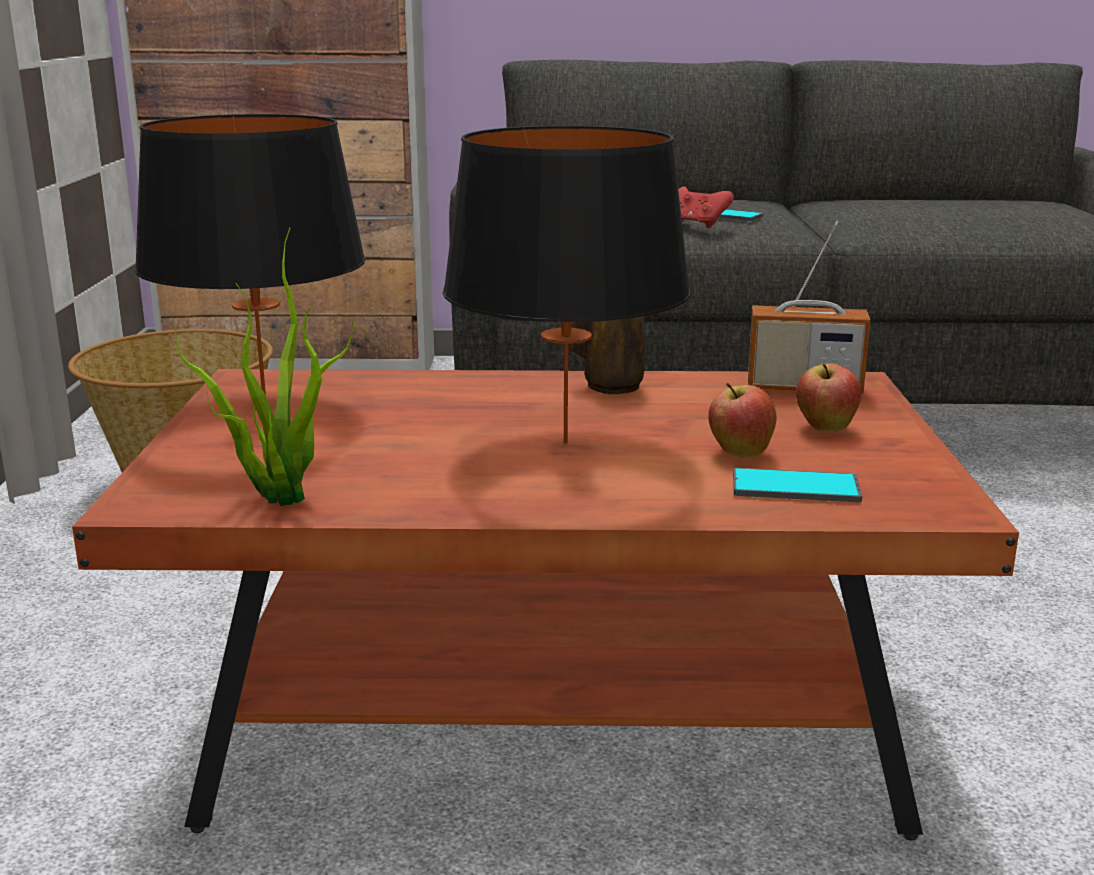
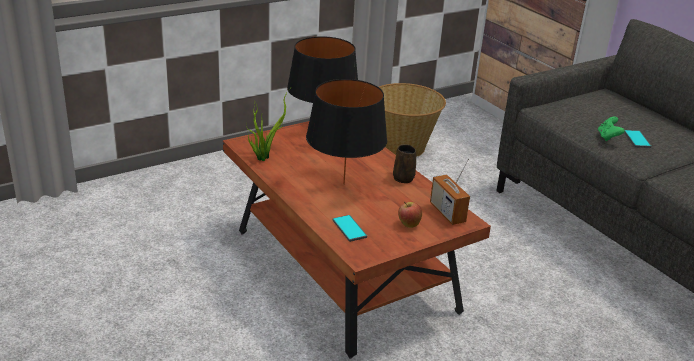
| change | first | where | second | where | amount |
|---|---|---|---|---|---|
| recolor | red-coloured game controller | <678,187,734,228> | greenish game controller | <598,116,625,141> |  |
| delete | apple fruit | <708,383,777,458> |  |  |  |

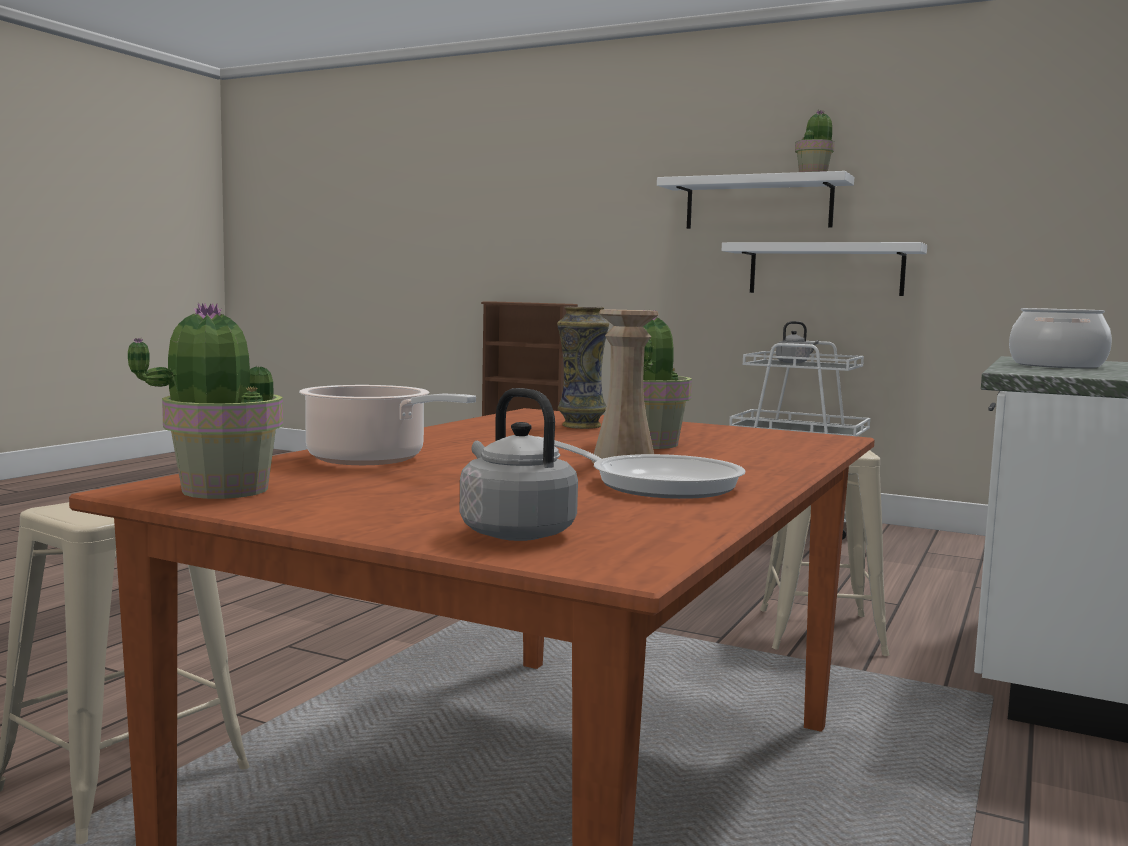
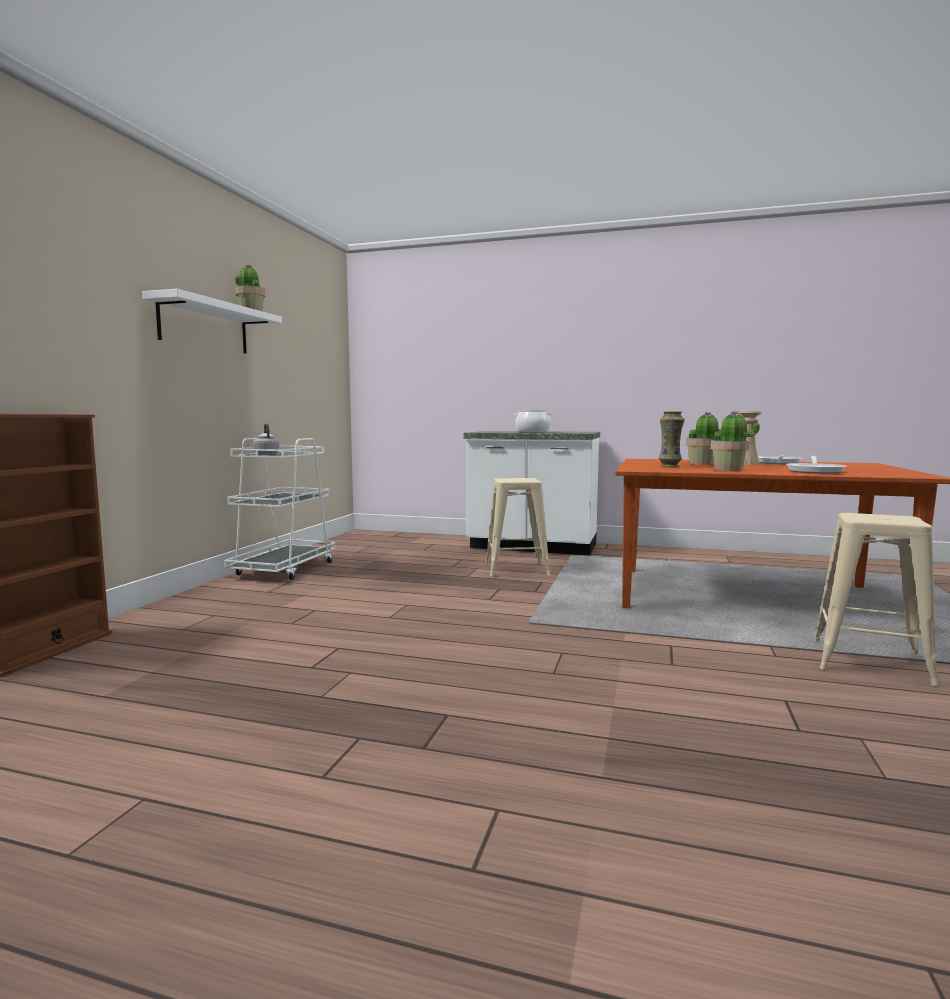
| change | first | where | second | where | amount |
|---|---|---|---|---|---|
| delete | white-coloured wall shelf | <722,242,927,296> |  |  |  |
| move | houseplant | <127,303,283,499> |  | <711,411,760,471> |  |
| replace | stockpot | <299,385,476,465> | skillet | <786,456,847,474> |  |
| delete | grey water kettle | <460,388,578,541> |  |  |  |

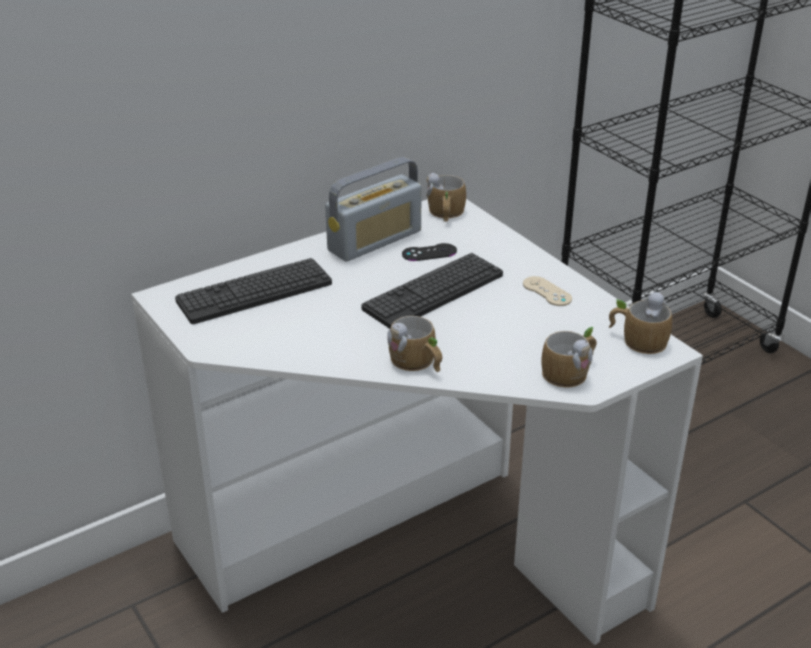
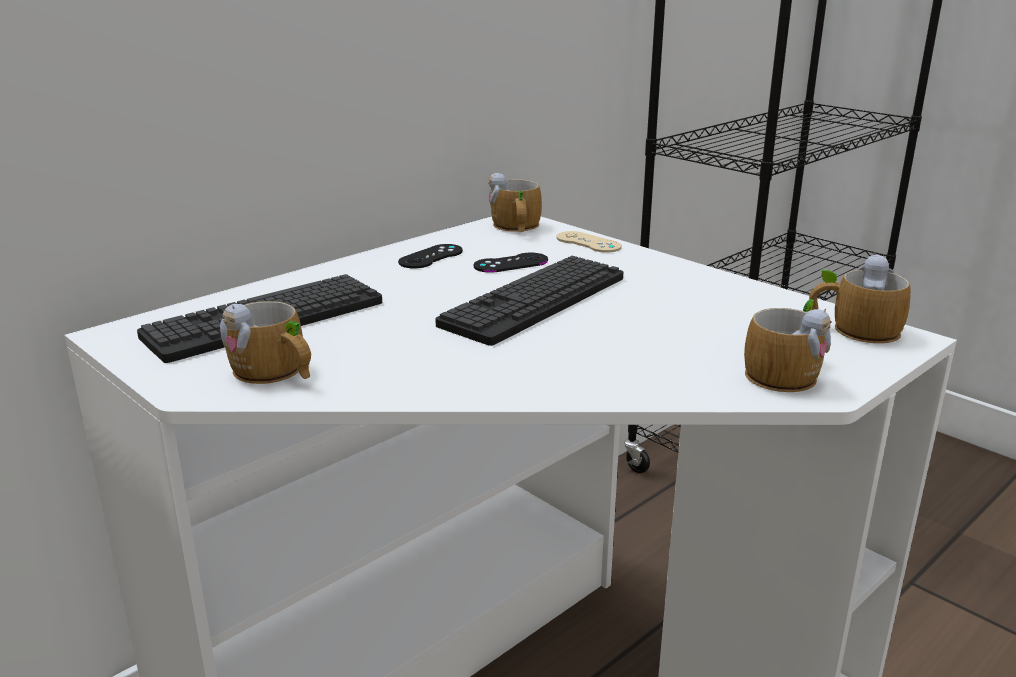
| change | first | where | second | where | amount |
|---|---|---|---|---|---|
| replace | radio set | <325,157,422,262> | blackish game controller | <398,244,463,268> |  |
| move | sand-coloured game controller | <523,276,572,306> |  | <556,231,622,253> |  |
| move | coffee mug | <387,316,442,372> |  | <220,301,311,384> |  |

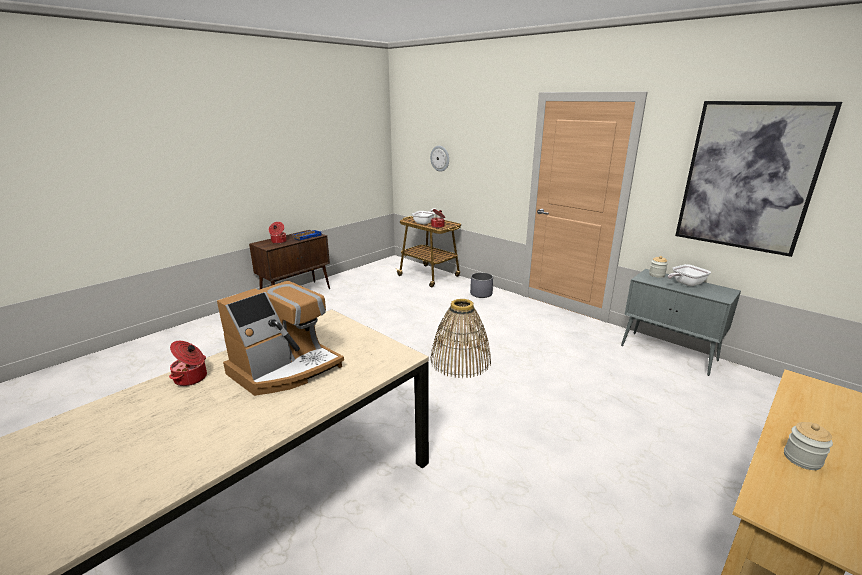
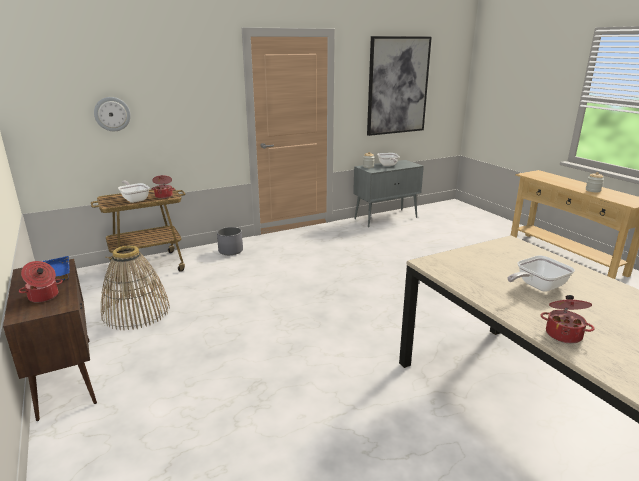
| change | first | where | second | where | amount |
|---|---|---|---|---|---|
| replace | coffee maker | <217,281,344,396> | skillet | <508,256,575,292> |  |
| move | household basket | <430,299,491,378> |  | <101,245,170,331> |  |

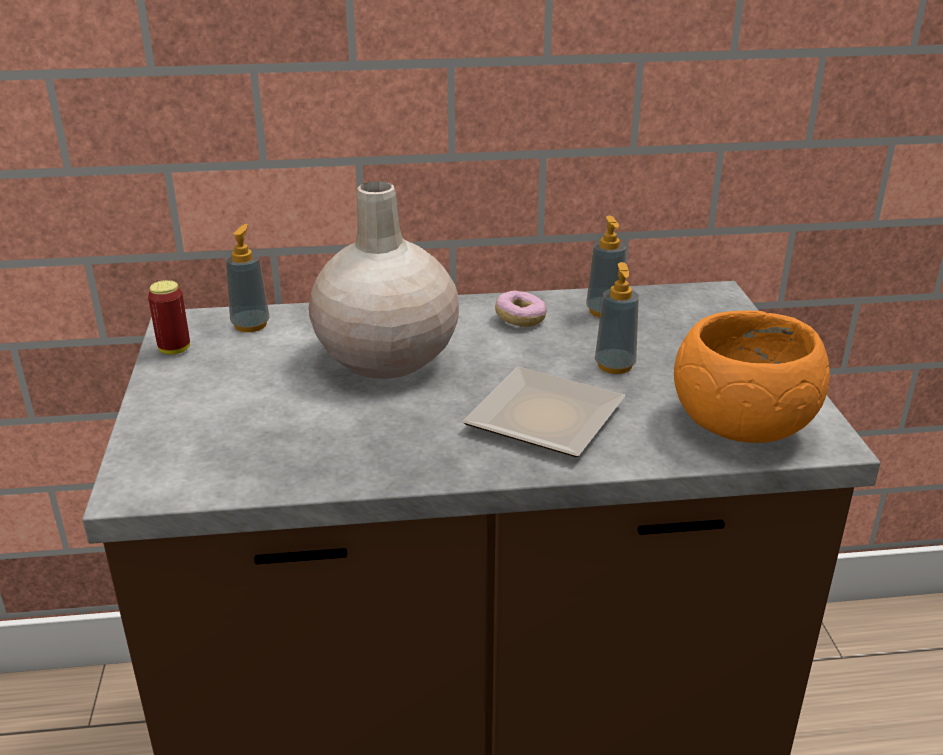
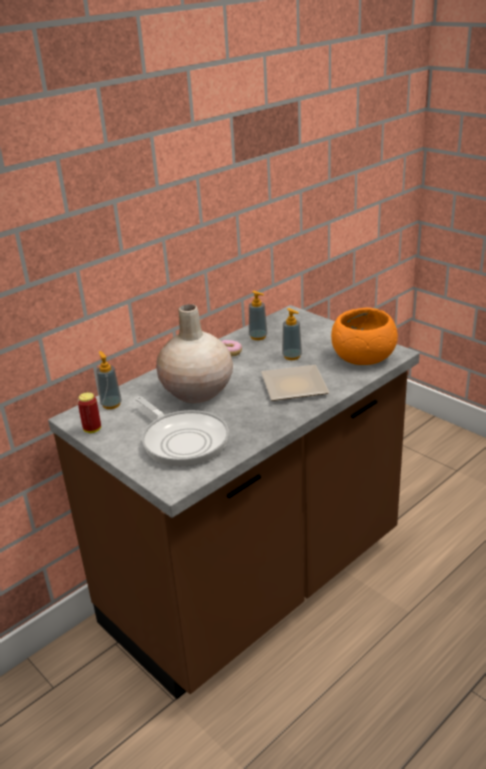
| change | first | where | second | where | amount |
|---|---|---|---|---|---|
| insert |  |  | skillet | <135,396,229,466> |  |

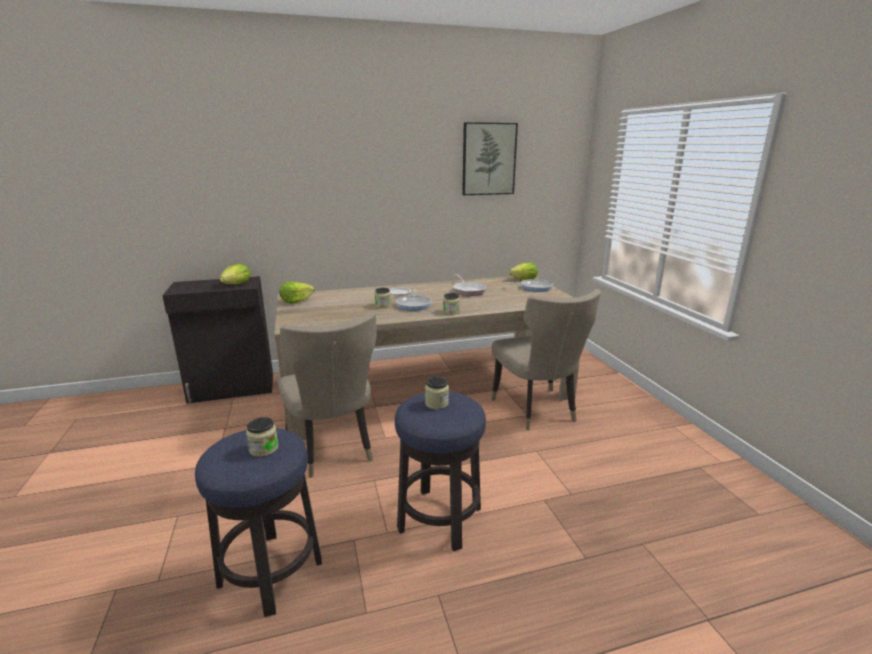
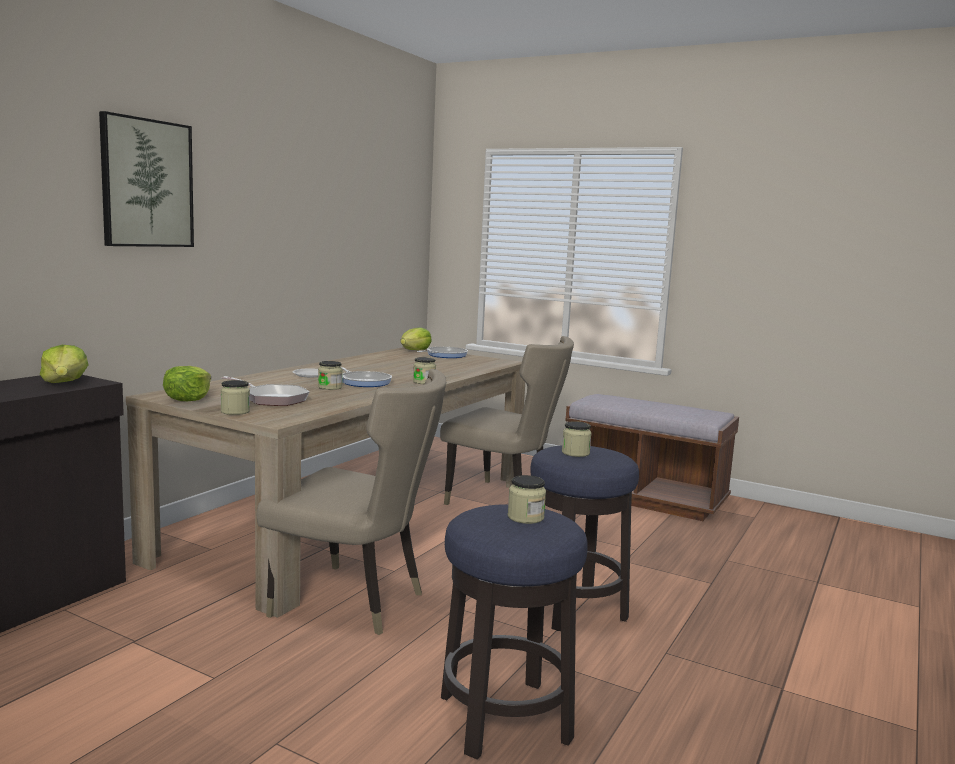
| change | first | where | second | where | amount |
|---|---|---|---|---|---|
| move | picture | <462,122,518,195> |  | <99,111,194,247> |  |
| move | skillet | <453,274,487,296> |  | <222,376,309,406> |  |
| insert |  |  | jar | <220,380,250,415> |  |
| insert |  |  | brown-coloured long seat | <565,394,739,521> |  |

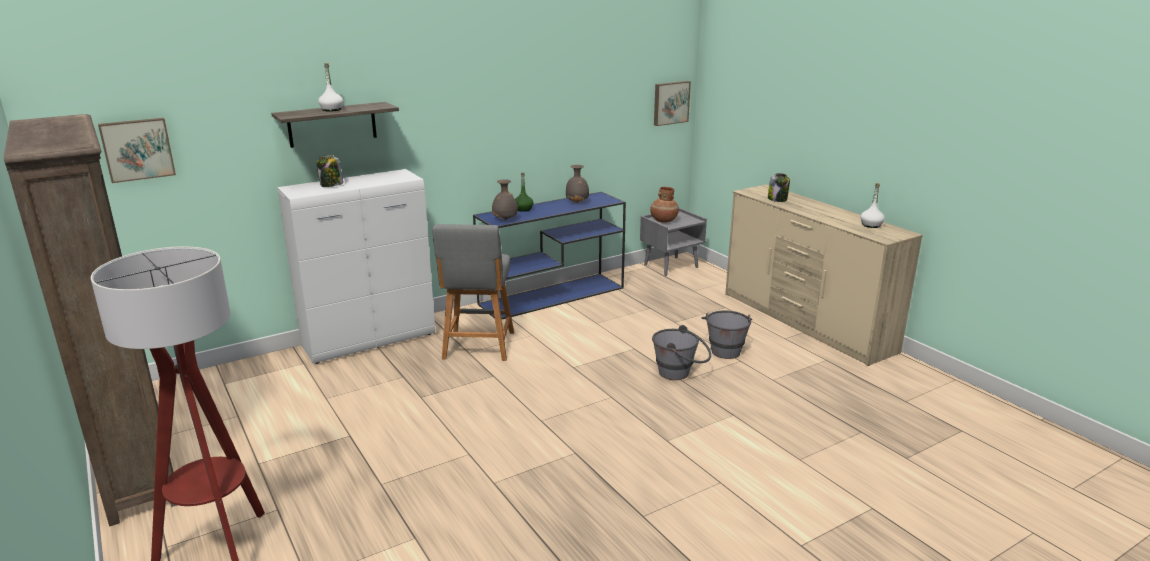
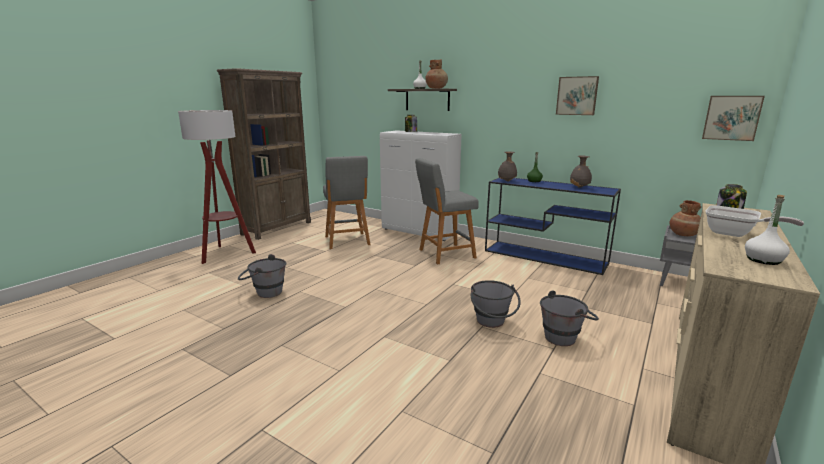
| change | first | where | second | where | amount |
|---|---|---|---|---|---|
| move | picture | <98,118,176,183> |  | <556,76,599,115> |  |
| insert |  |  | brown-coloured vase | <426,60,448,89> |  |
| insert |  |  | grey stool seat | <323,156,371,249> |  |
| insert |  |  | skillet | <705,205,804,237> |  |
| insert |  |  | grey bucket | <238,254,286,298> |  |

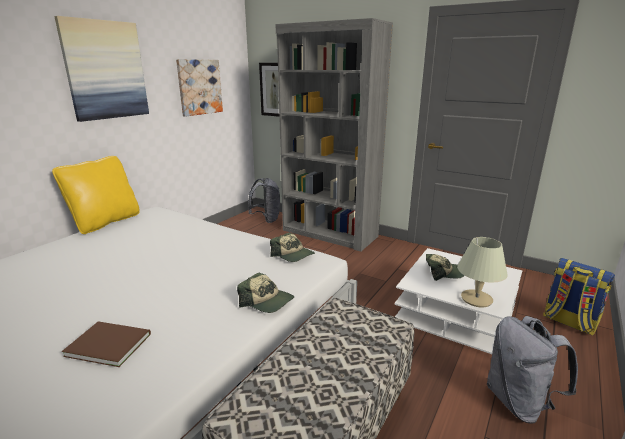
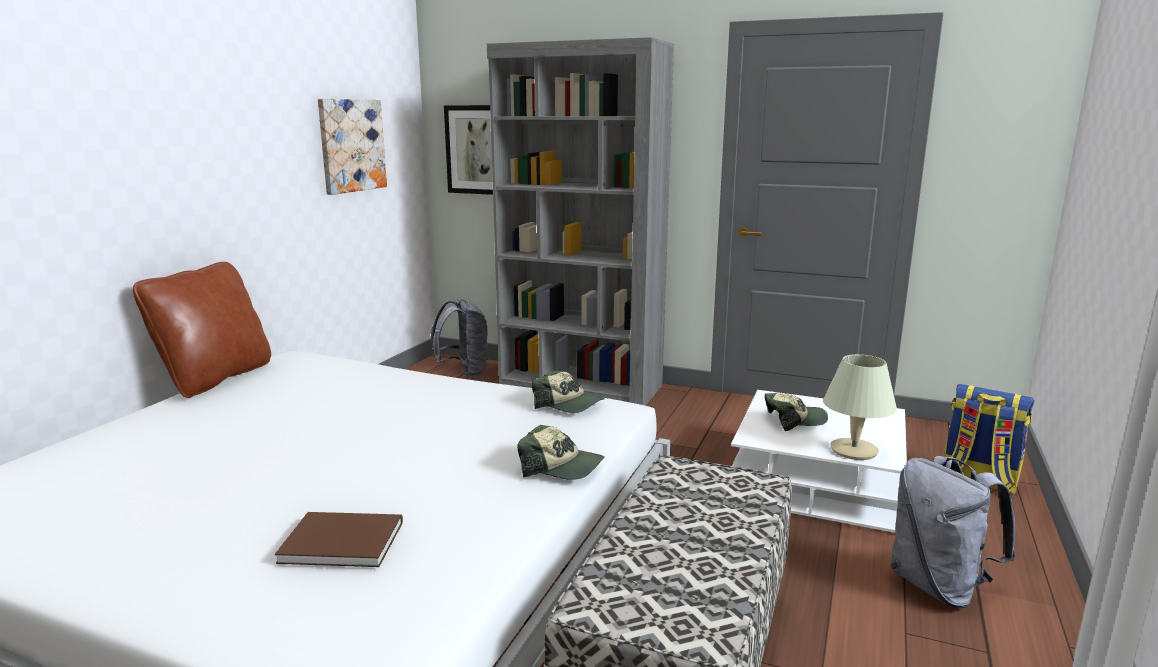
| change | first | where | second | where | amount |
|---|---|---|---|---|---|
| delete | picture | <54,16,149,122> |  |  |  |
| recolor | yellow cushion | <52,156,140,234> | brown-coloured cushion | <133,262,271,398> |  |

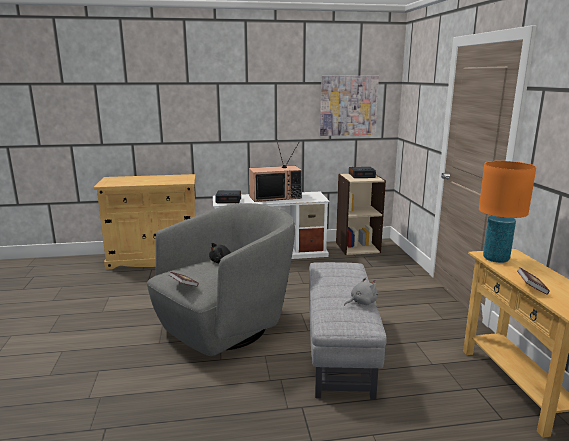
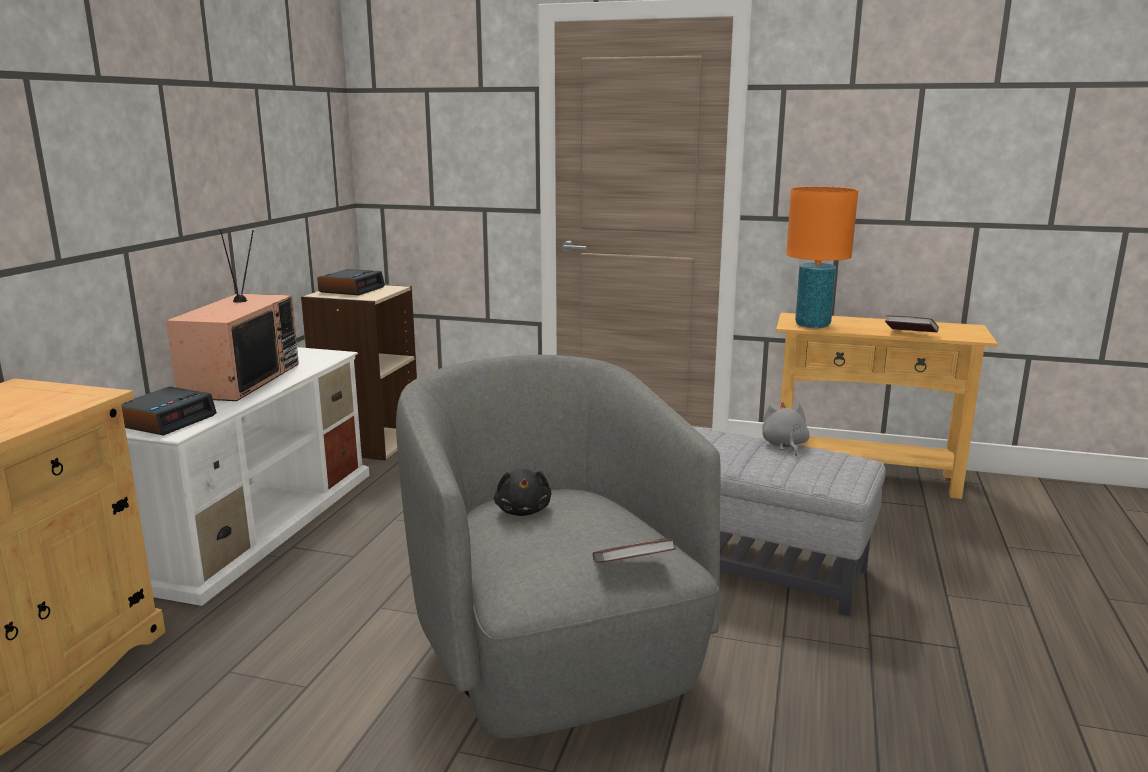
| change | first | where | second | where | amount |
|---|---|---|---|---|---|
| delete | picture | <320,76,379,136> |  |  |  |

